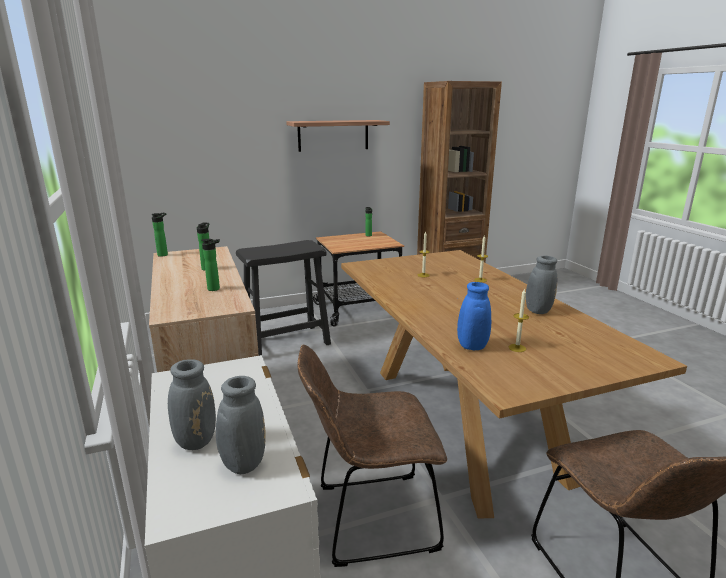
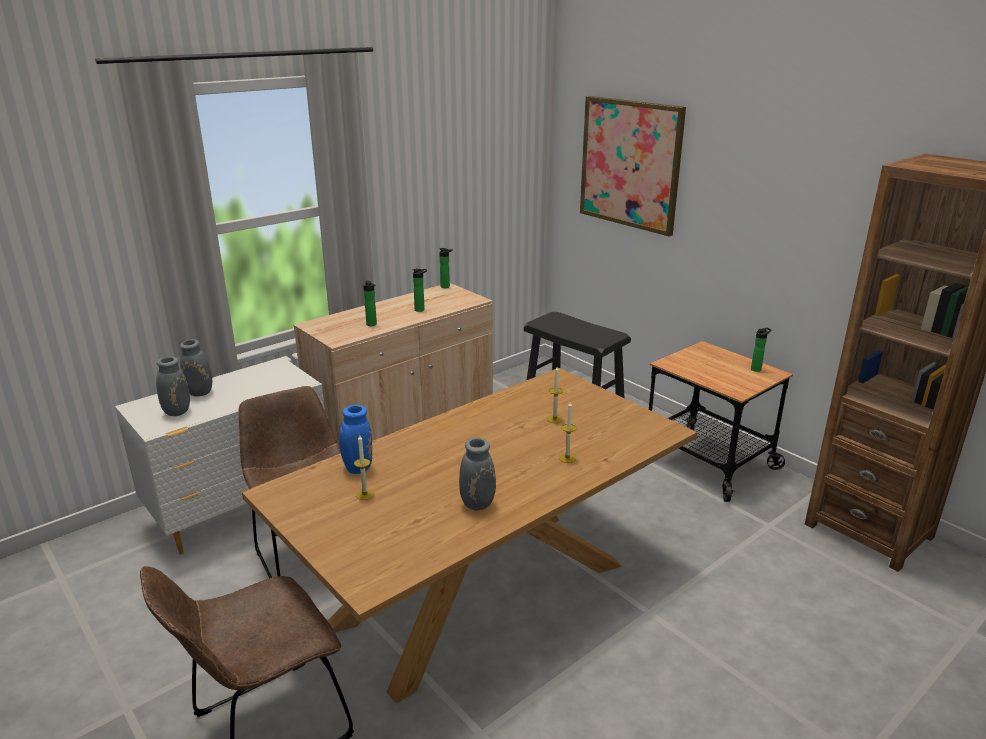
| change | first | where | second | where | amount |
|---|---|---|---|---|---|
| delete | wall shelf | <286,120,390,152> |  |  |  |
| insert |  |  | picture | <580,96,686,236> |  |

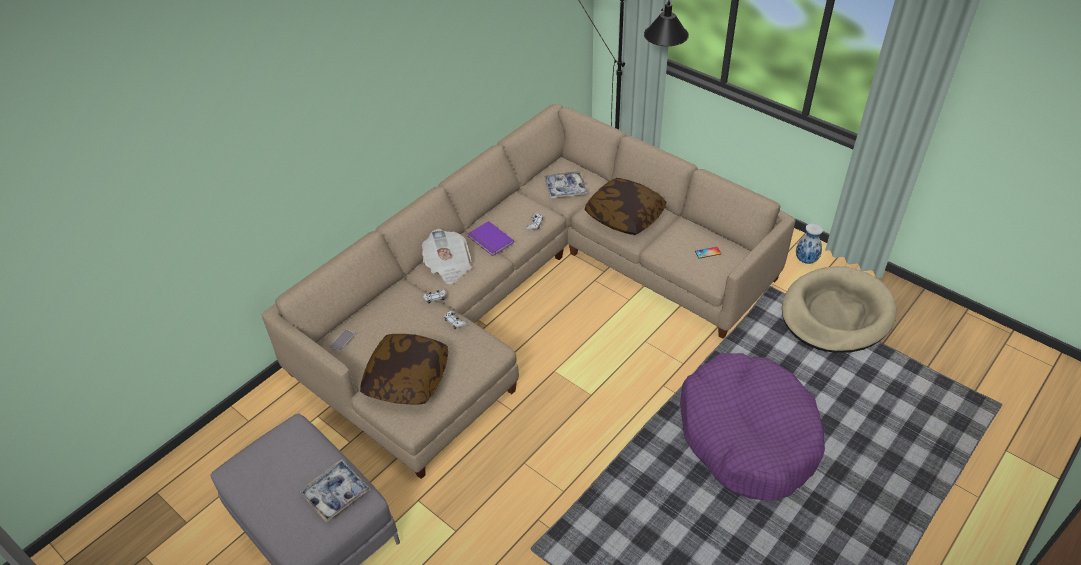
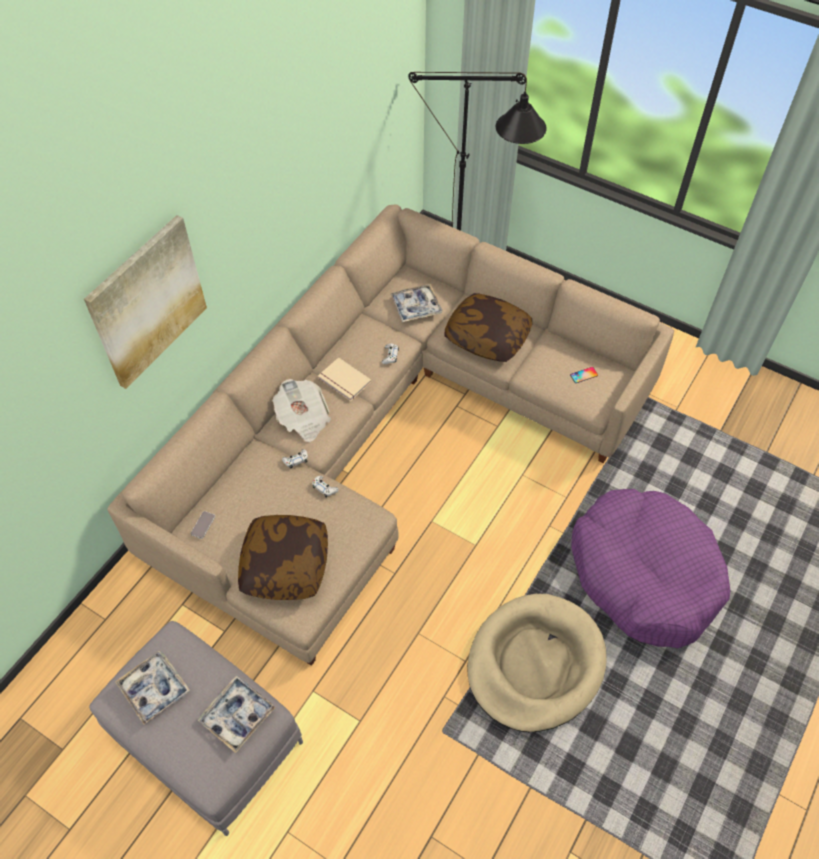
| change | first | where | second | where | amount |
|---|---|---|---|---|---|
| recolor | purple-coloured book | <468,221,514,256> | sand-coloured book | <318,357,372,401> |  |
| delete | vase | <796,223,823,264> |  |  |  |
| move | sand-coloured pet bed | <782,266,897,353> |  | <467,594,607,732> |  |
| insert |  |  | picture | <84,215,207,389> |  |
| insert |  |  | serving tray | <115,651,190,725> |  |

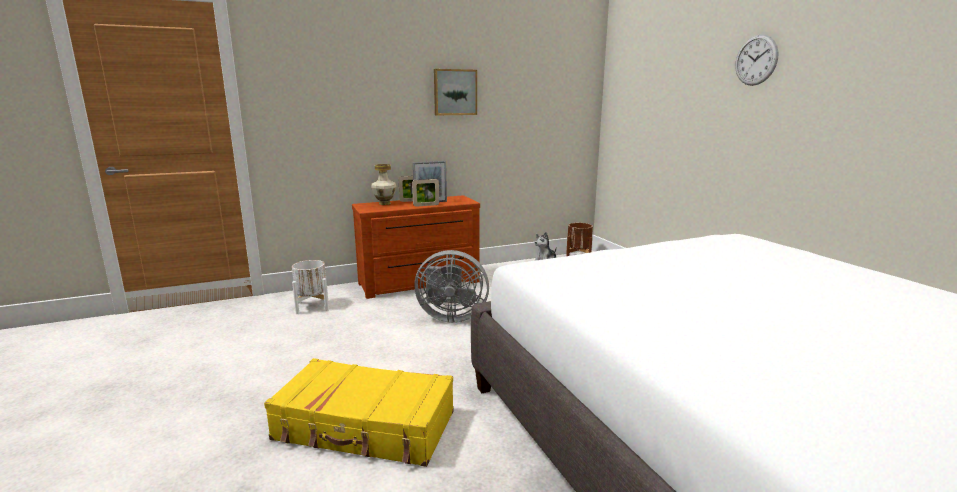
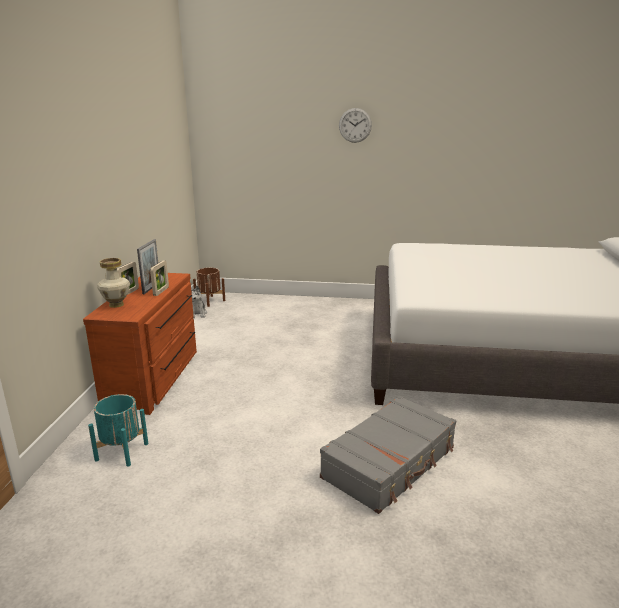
| change | first | where | second | where | amount |
|---|---|---|---|---|---|
| delete | picture | <434,69,477,115> |  |  |  |
| delete | grey cooling fan | <414,250,489,323> |  |  |  |
| recolor | white-coloured planter | <292,260,329,314> | blue-green planter | <88,394,148,467> |  |
| recolor | yellow travel case | <264,358,454,467> | grey travel case | <320,396,456,514> |  |

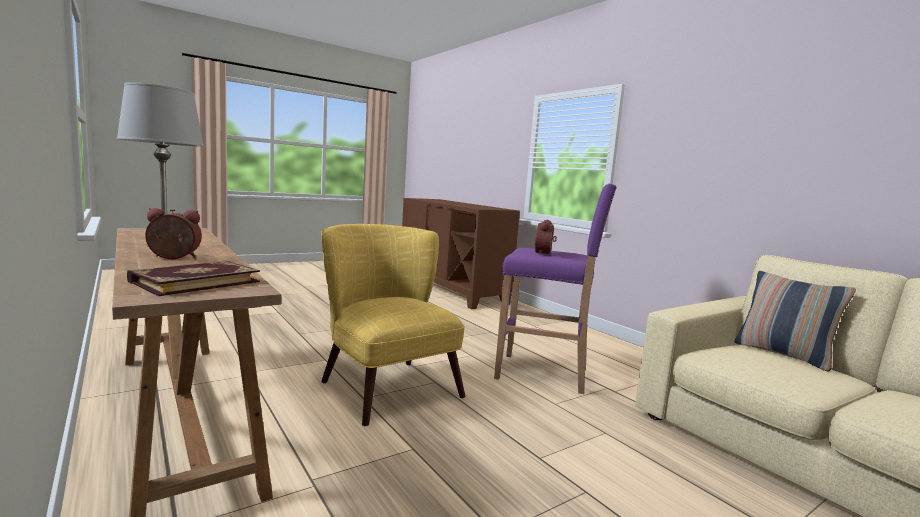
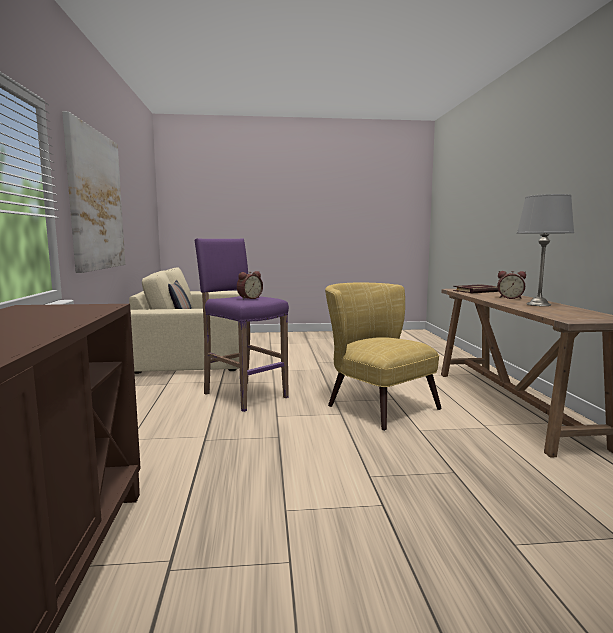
| change | first | where | second | where | amount |
|---|---|---|---|---|---|
| rotate | yellow easy chair | <321,224,465,426> |  | <325,282,442,431> | 150 degrees clockwise |
| insert |  |  | picture | <62,111,125,273> |  |

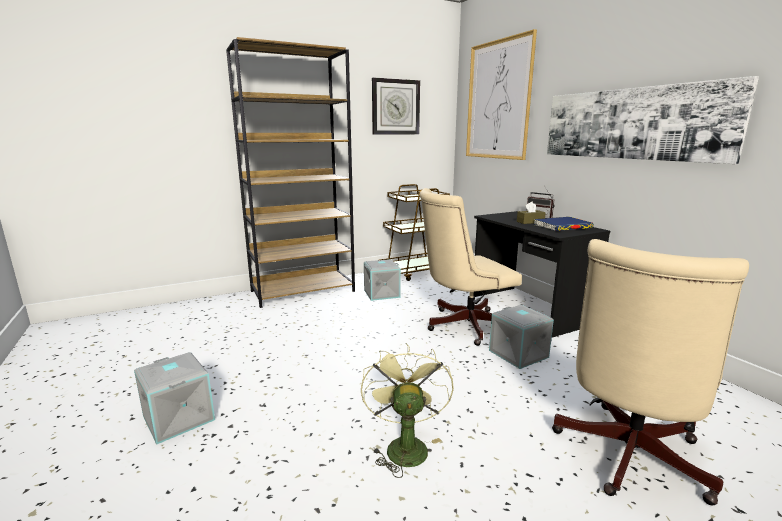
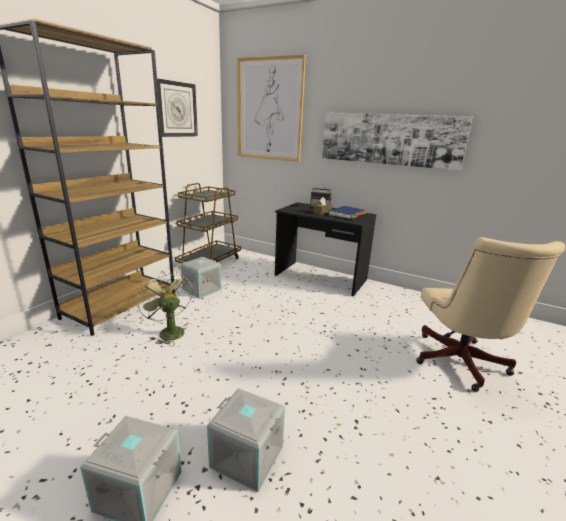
| change | first | where | second | where | amount |
|---|---|---|---|---|---|
| delete | sand-coloured desk chair | <420,188,522,346> |  |  |  |
| move | grey storage bin | <489,305,554,369> |  | <207,388,285,492> |  |
| move | greenish cooling fan | <361,343,454,478> |  | <136,271,193,346> |  |

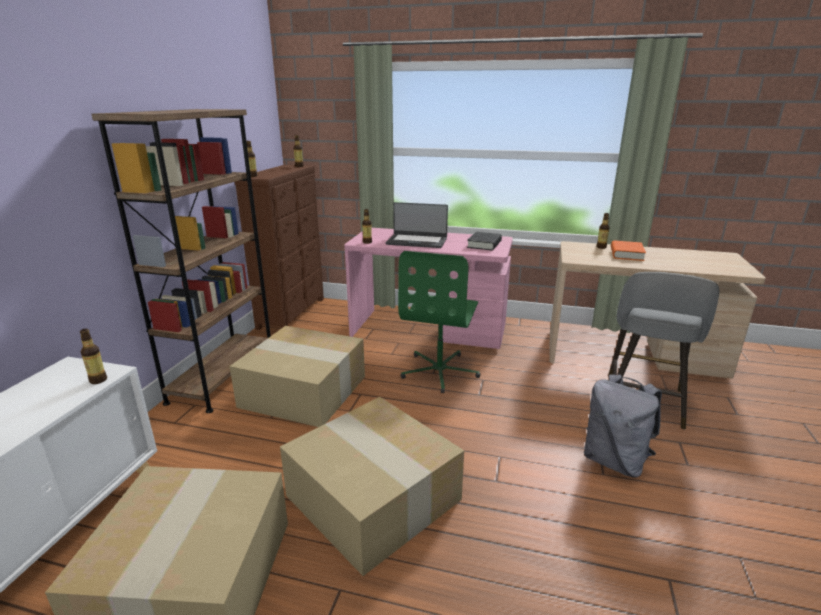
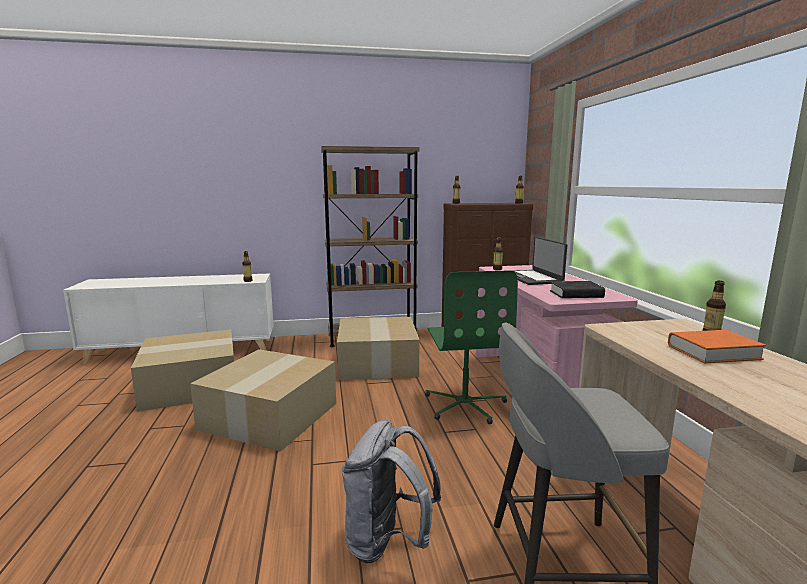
| change | first | where | second | where | amount |
|---|---|---|---|---|---|
| rotate | greenish desk chair | <398,251,480,393> |  | <425,270,518,424> | 90 degrees counterclockwise |

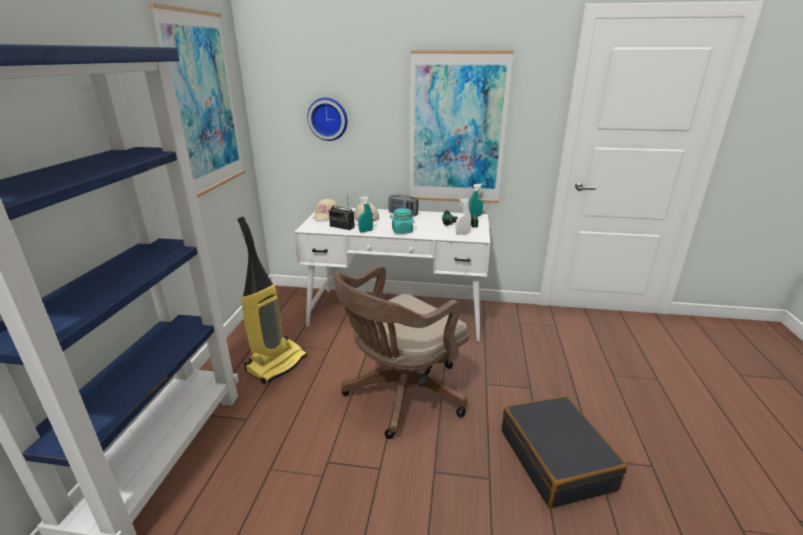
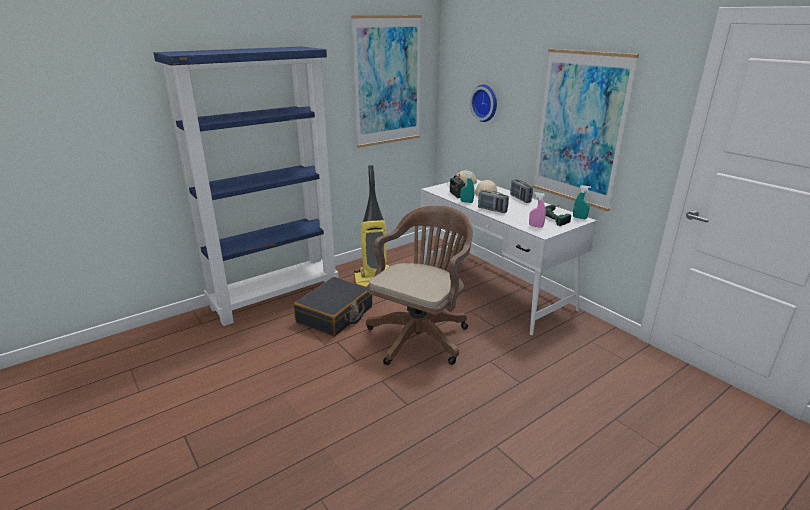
| change | first | where | second | where | amount |
|---|---|---|---|---|---|
| recolor | white-coloured hand sprayer | <456,198,471,235> | pinkish hand sprayer | <529,192,546,228> |  |
| replace | blue-green jar | <390,208,415,234> | radio set | <478,191,509,213> |  |
| rotate | brown-coloured desk chair | <333,265,469,439> |  | <366,206,473,365> | 120 degrees clockwise |
| move | blackish travel case | <502,395,627,508> |  | <293,277,372,336> |  |

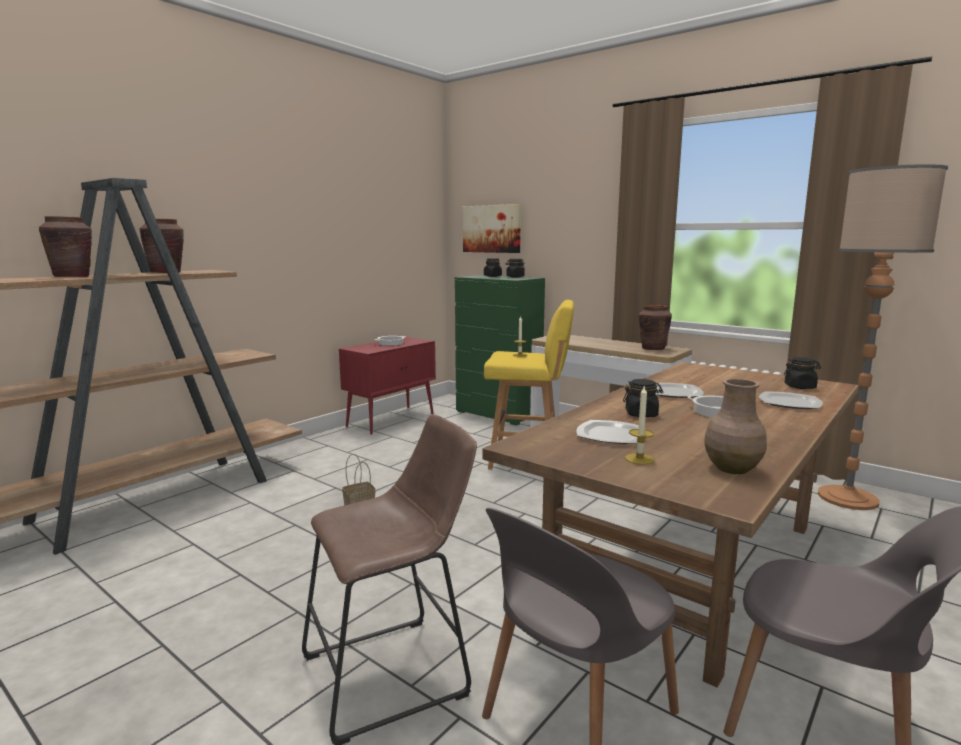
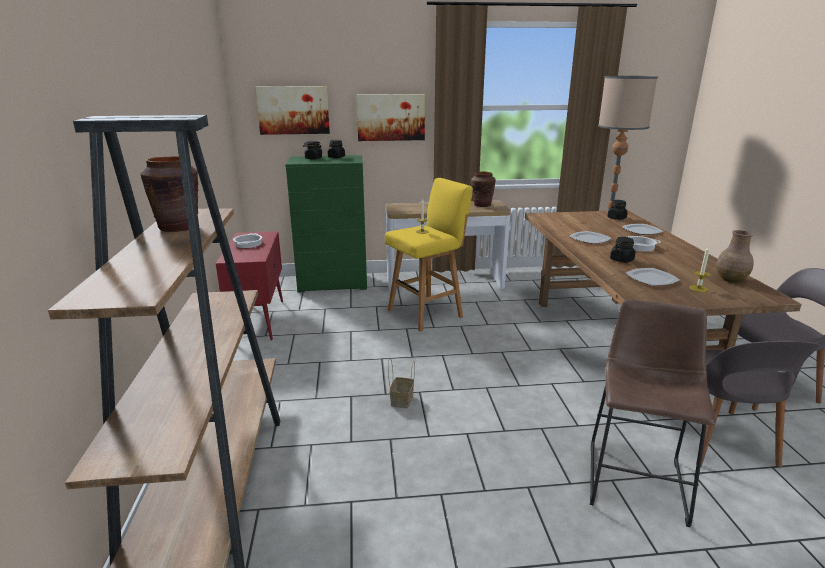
| change | first | where | second | where | amount |
|---|---|---|---|---|---|
| delete | brown-coloured vase | <39,216,92,277> |  |  |  |
| insert |  |  | picture | <356,94,425,141> |  |

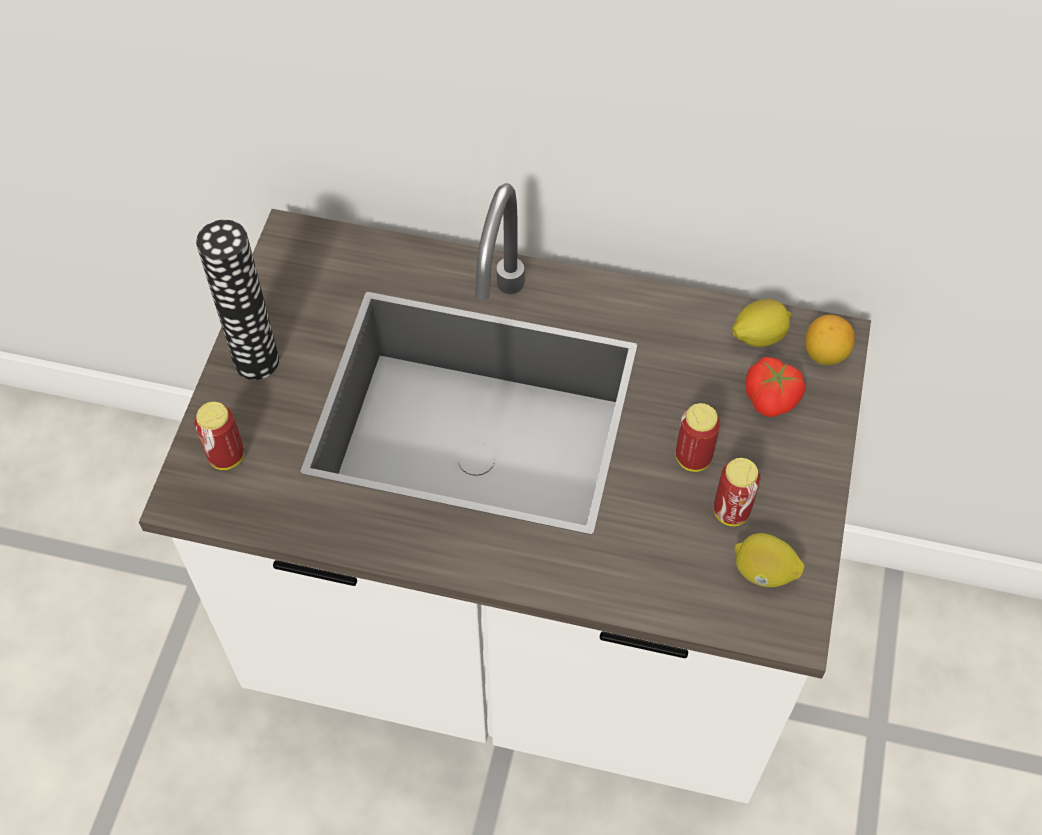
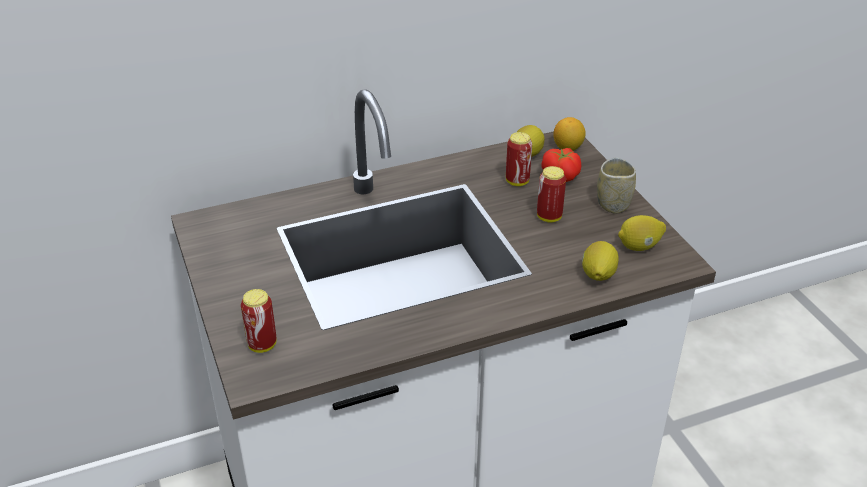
| change | first | where | second | where | amount |
|---|---|---|---|---|---|
| delete | vase | <196,220,279,380> |  |  |  |
| move | sealed can | <714,458,760,526> |  | <506,132,532,186> |  |
| insert |  |  | cup | <597,158,636,214> |  |
| insert |  |  | citrus fruit | <582,241,619,281> |  |

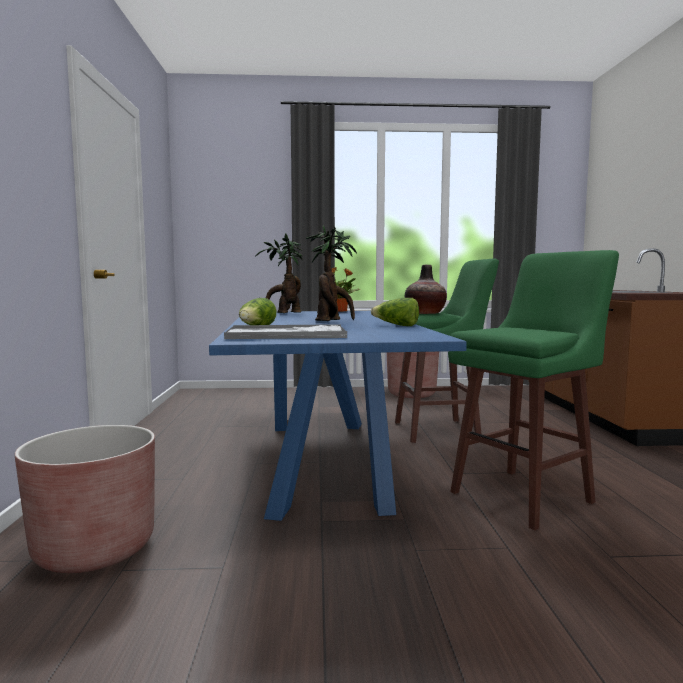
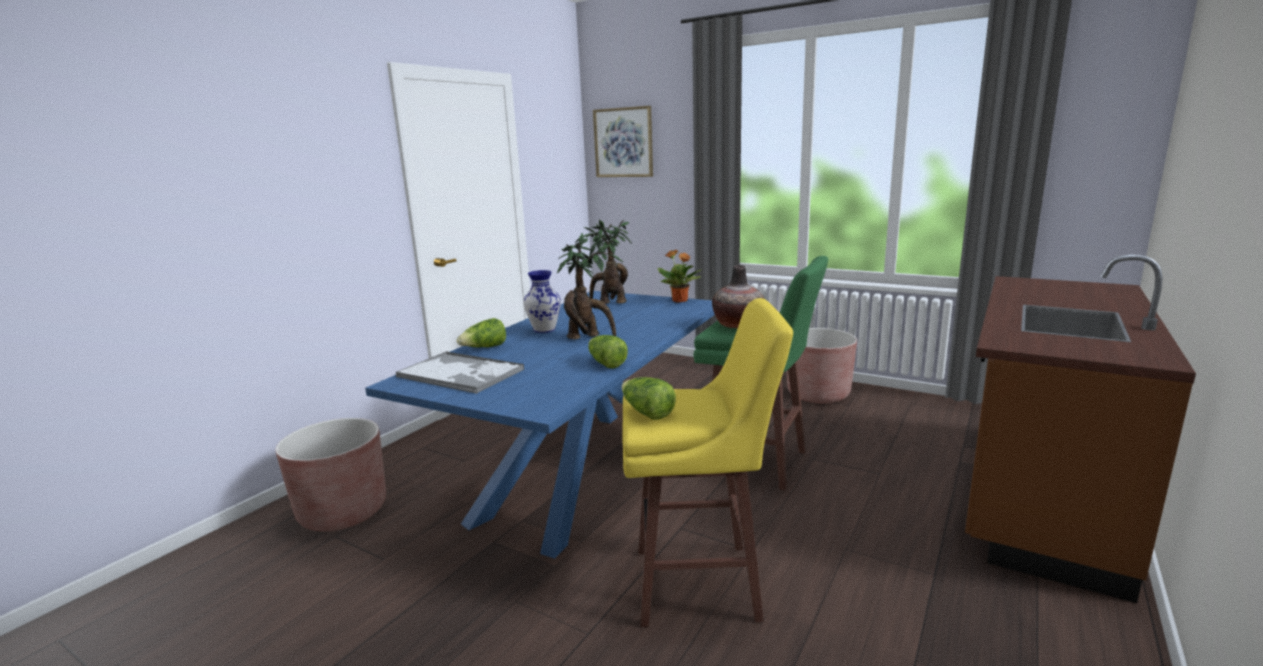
| change | first | where | second | where | amount |
|---|---|---|---|---|---|
| recolor | greenish stool seat | <448,250,619,531> | yellow stool seat | <622,298,793,627> |  |
| insert |  |  | picture | <593,106,653,177> |  |
| insert |  |  | vase | <523,270,561,333> |  |
| insert |  |  | head of lettuce | <622,377,676,420> |  |

